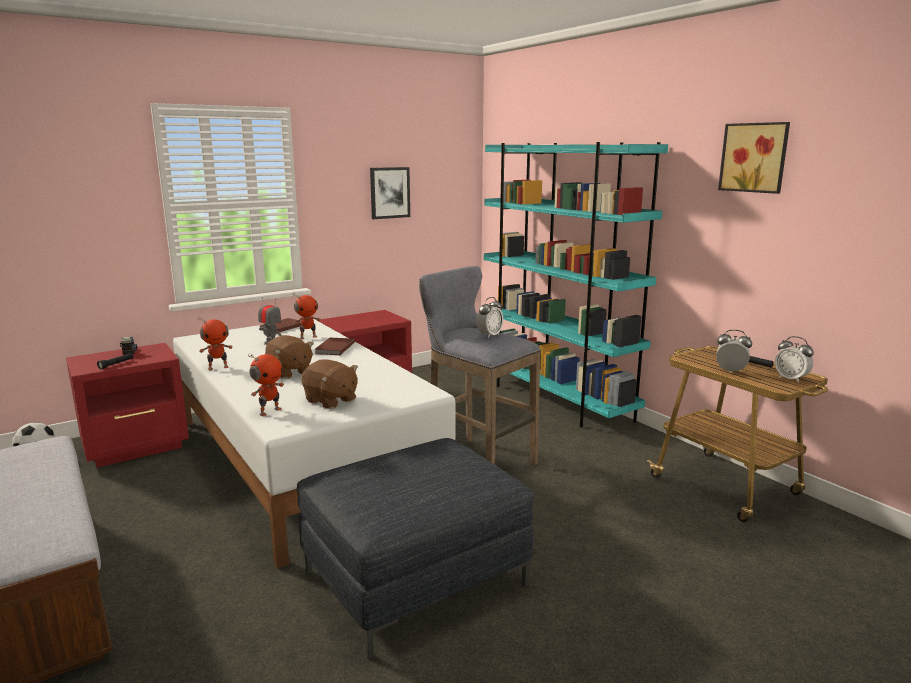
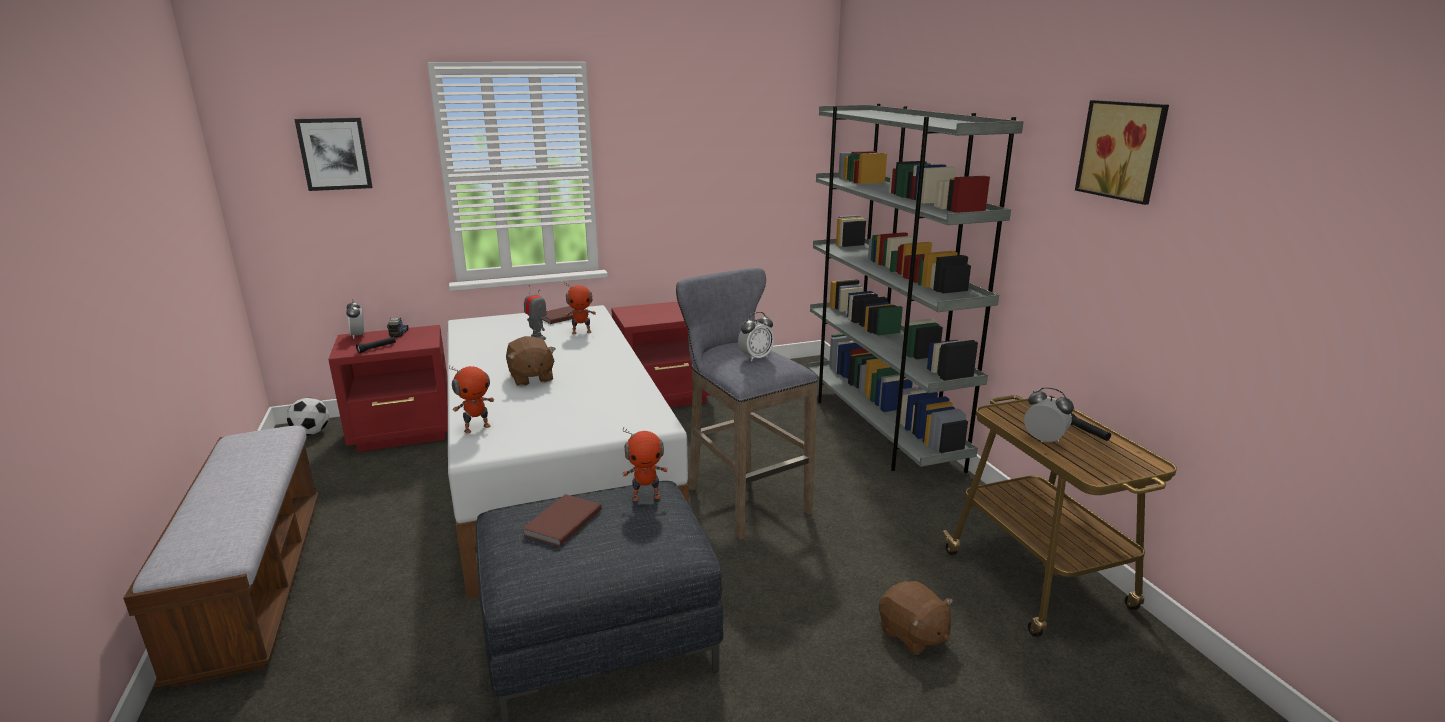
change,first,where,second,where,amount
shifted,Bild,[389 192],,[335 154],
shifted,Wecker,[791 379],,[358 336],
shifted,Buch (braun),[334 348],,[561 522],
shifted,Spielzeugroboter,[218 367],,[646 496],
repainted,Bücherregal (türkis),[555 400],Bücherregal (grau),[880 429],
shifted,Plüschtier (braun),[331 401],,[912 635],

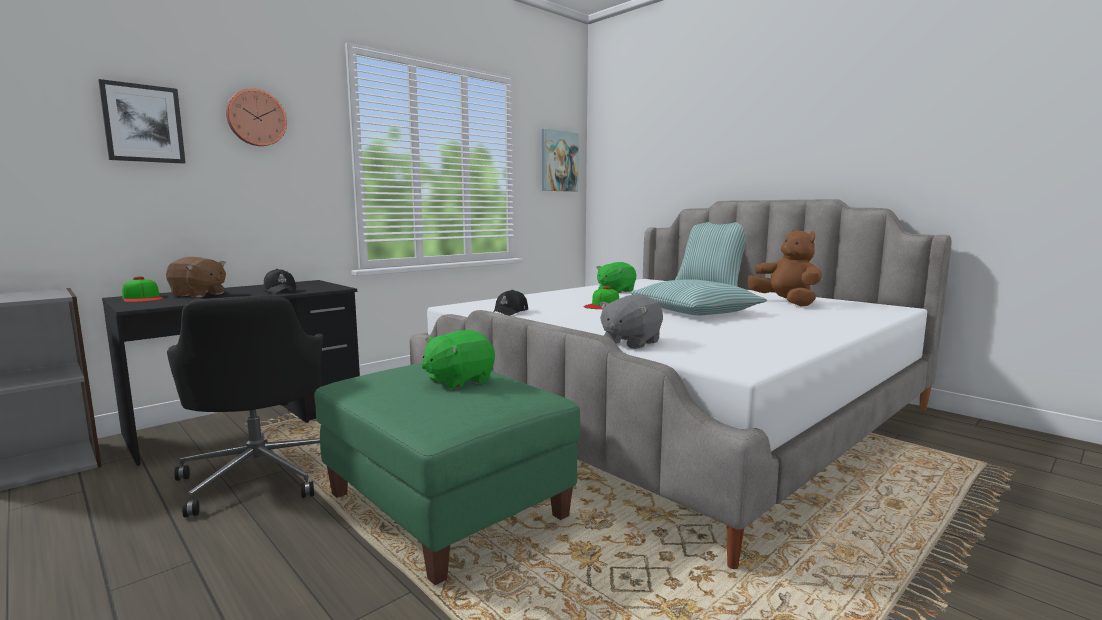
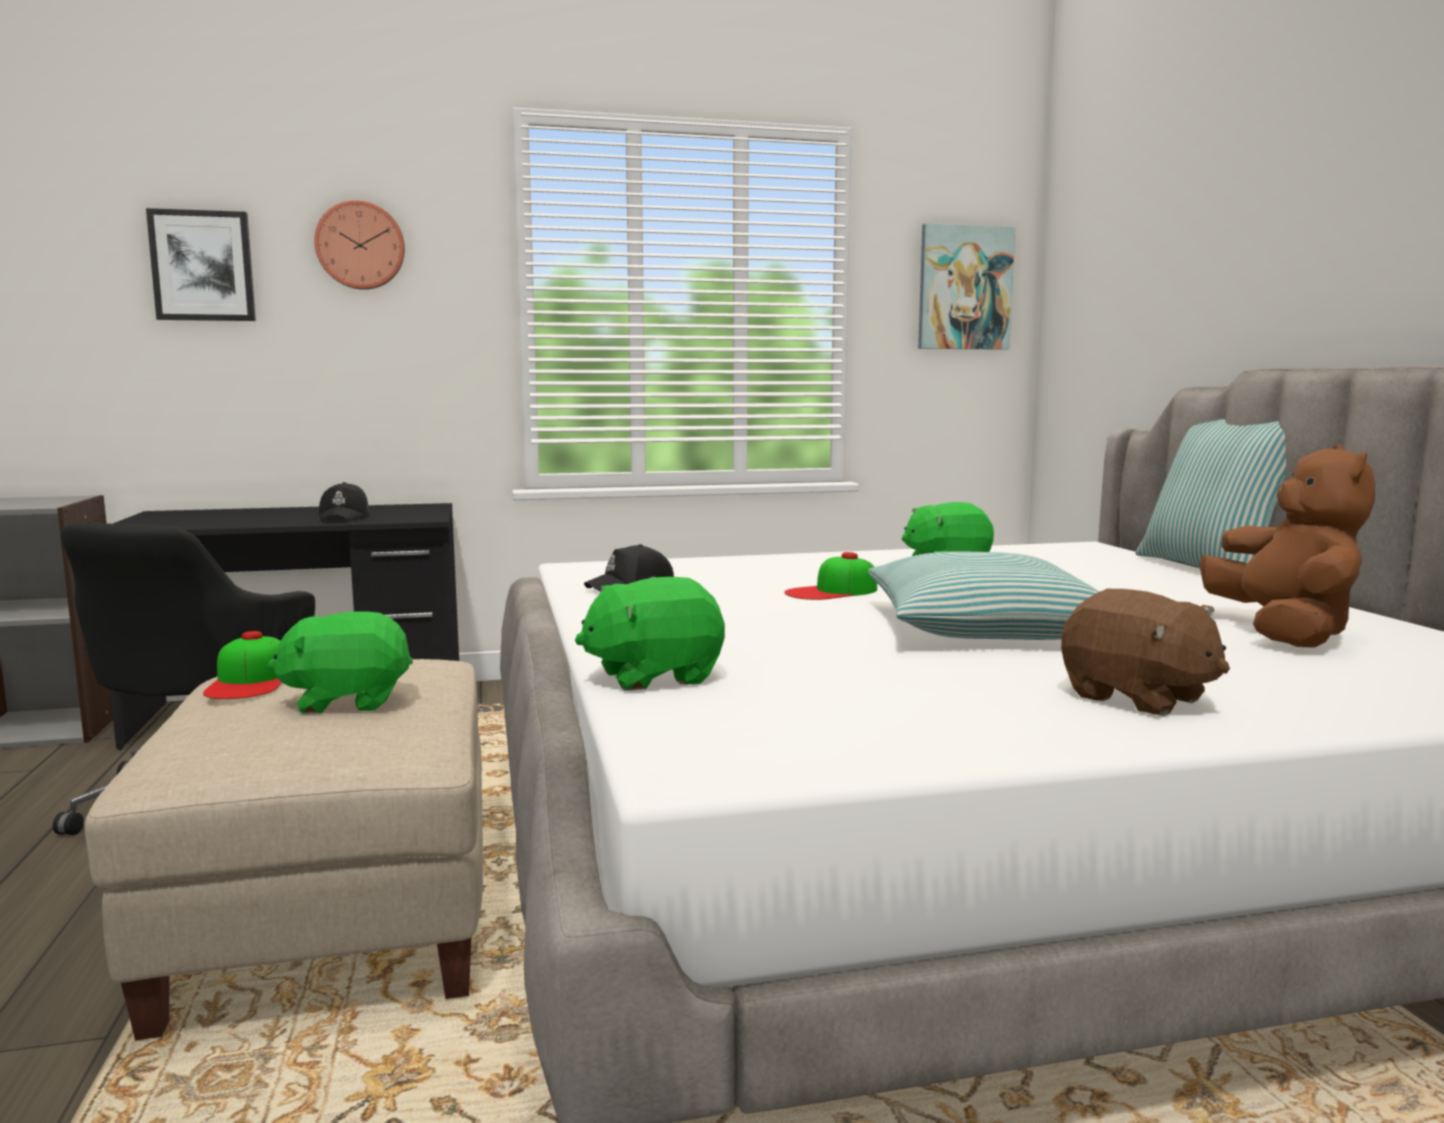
change,first,where,second,where,amount
repainted,Polsterhocker (grün),[445 507],Polsterhocker (beige),[334 917],
shifted,Kappe,[142 298],,[249 681],
repainted,Plüschtier (grau),[630 342],Plüschtier (grün),[653 676],
shifted,Plüschtier (braun),[198 295],,[1137 698],

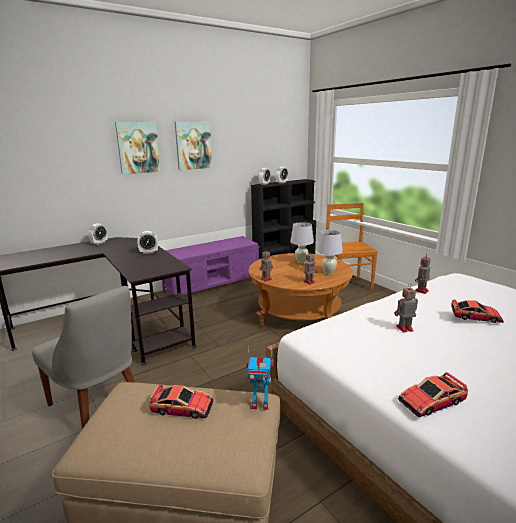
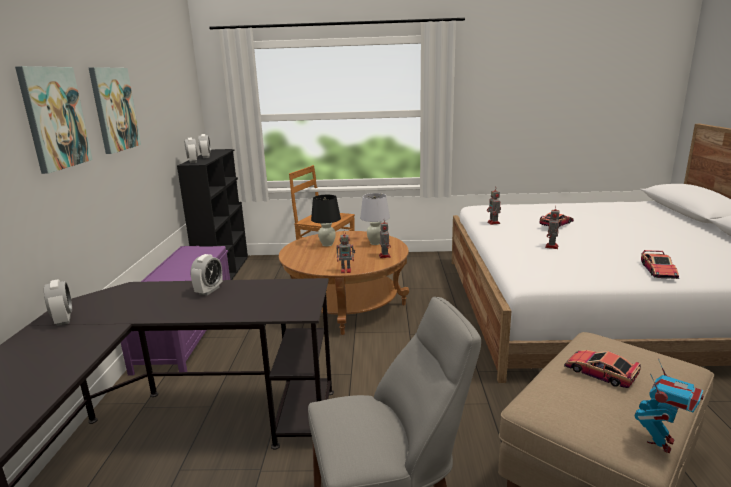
change,first,where,second,where,amount
repainted,Tischlampe (weiß),[301 262],Tischlampe (schwarz),[327 244],
rotated,Spielzeugauto,[182 407],,[600 372],90 degrees counterclockwise
shifted,Spielzeugroboter,[260 404],,[660 442],

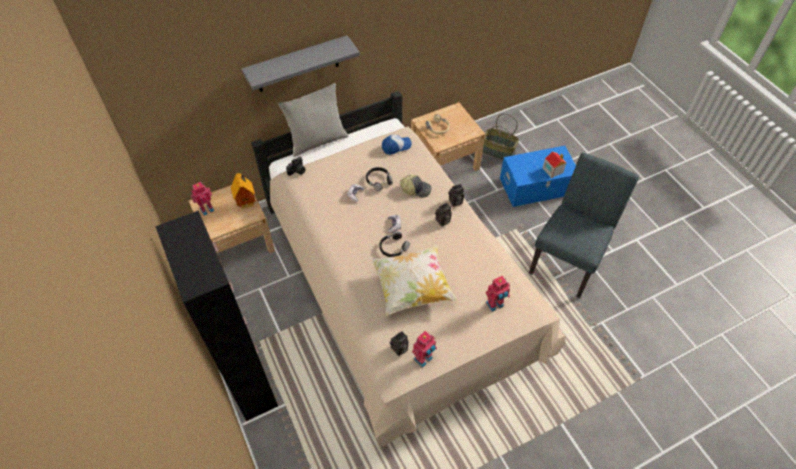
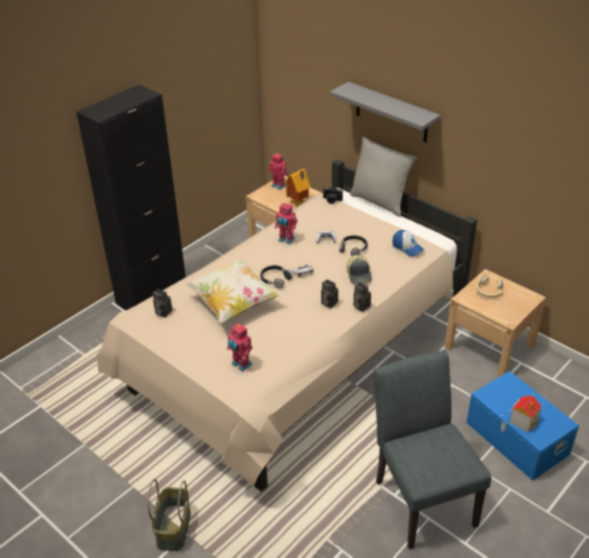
change,first,where,second,where,amount
shifted,Korb,[498 152],,[173 527],
shifted,Spielzeugroboter,[424 359],,[286 240],
rotated,Stuhl (grau),[569 258],,[421 496],120 degrees counterclockwise

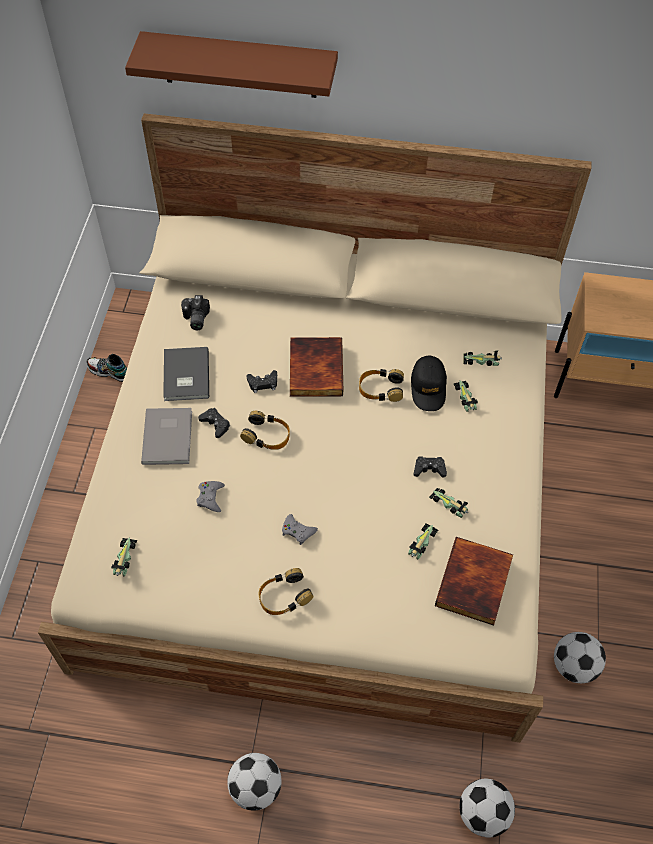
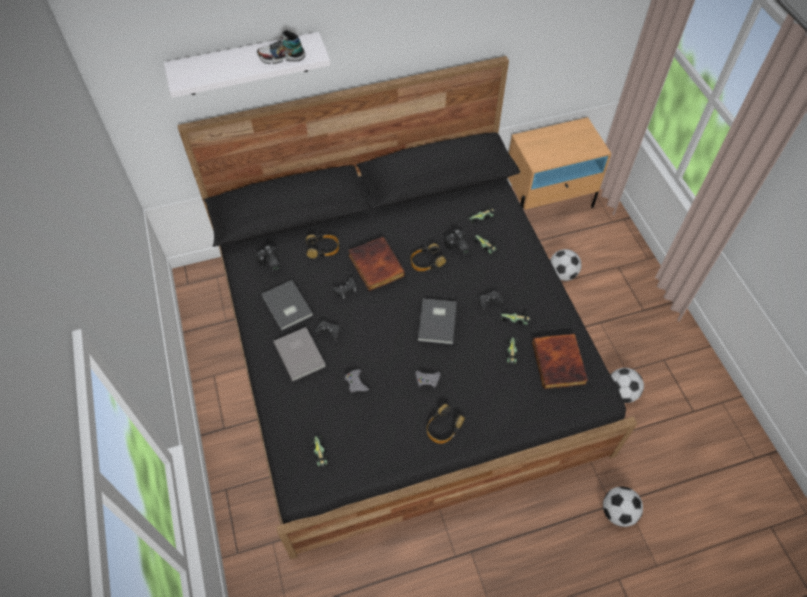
change,first,where,second,where,amount
repainted,Wandregal (braun),[240 65],Wandregal (weiß),[246 64],
repainted,Bett (beige),[326 489],Bett (schwarz),[403 348],
shifted,Schuh,[109 372],,[282 58],
shifted,Kopfhörer,[267 435],,[323 248],
new,,,Buch (grau),[438 321],
swapped,Kappe (schwarz),[428 387],Kamera,[457 248],
shifted,Fußball,[255 787],,[562 274],

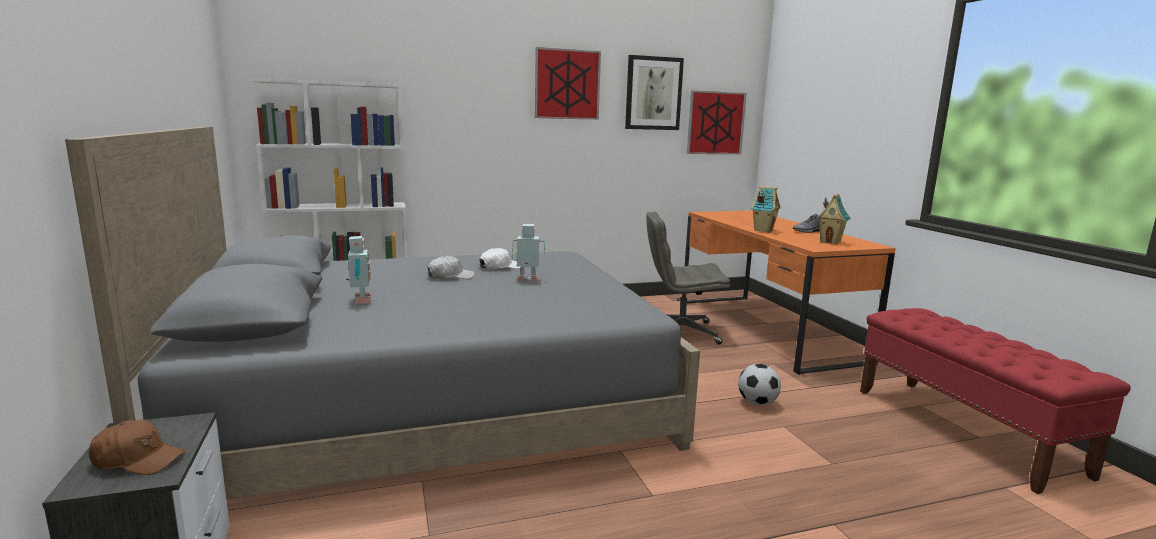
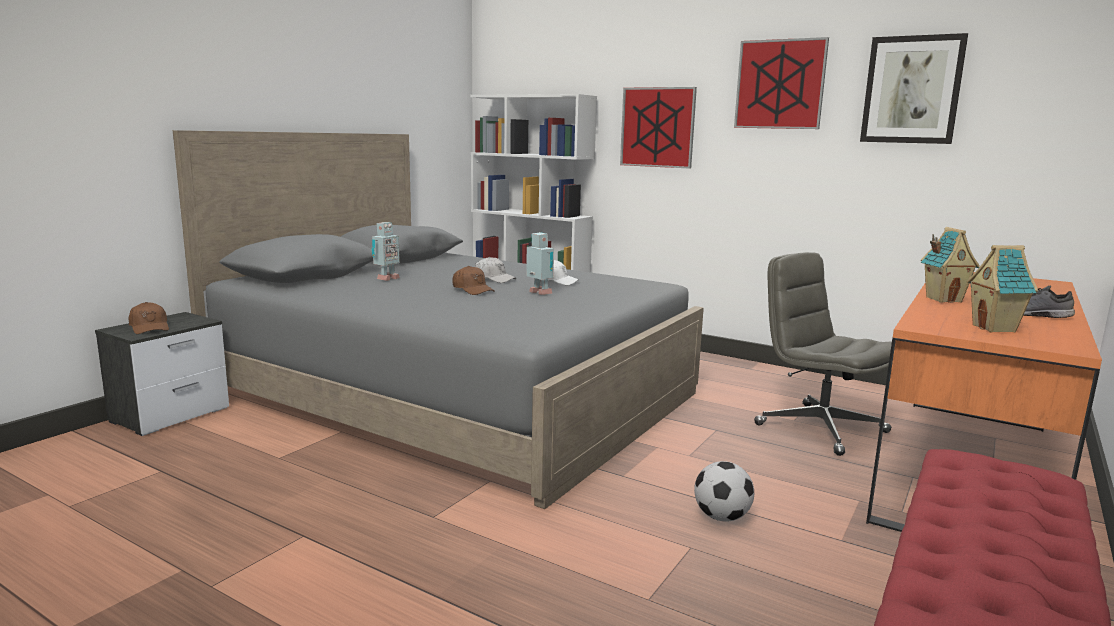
change,first,where,second,where,amount
new,,,Kappe (braun),[472 290],
shifted,Bild,[715 123],,[657 127],

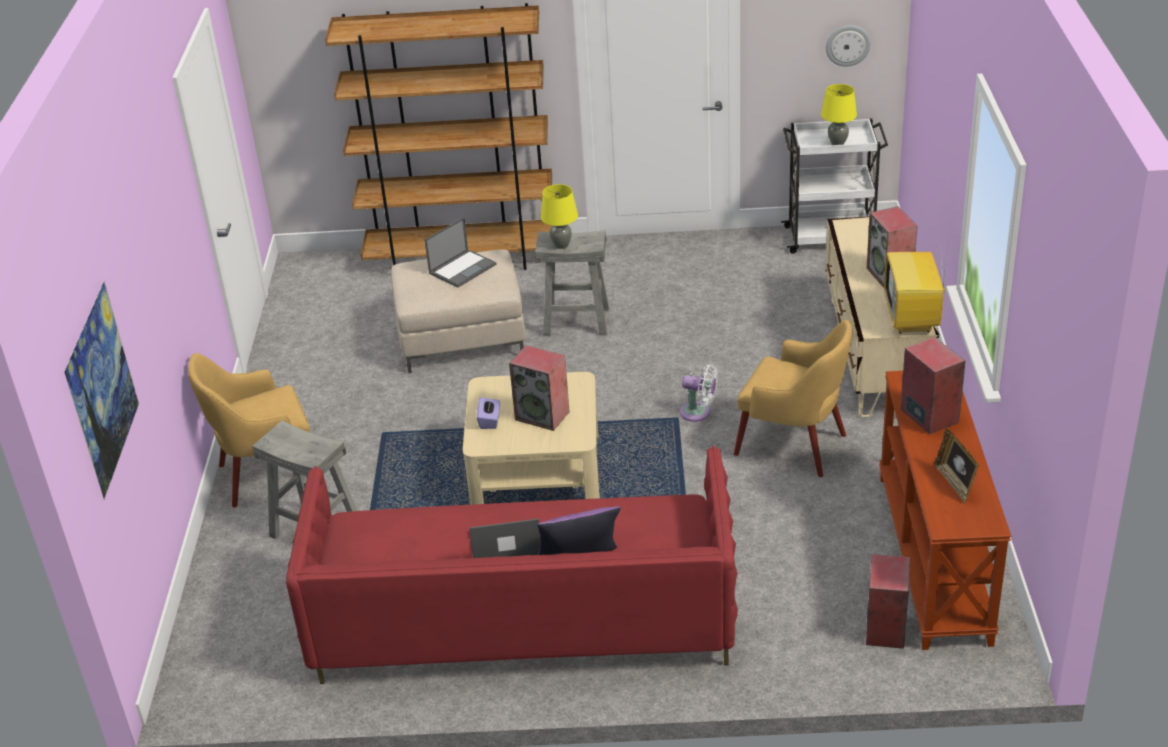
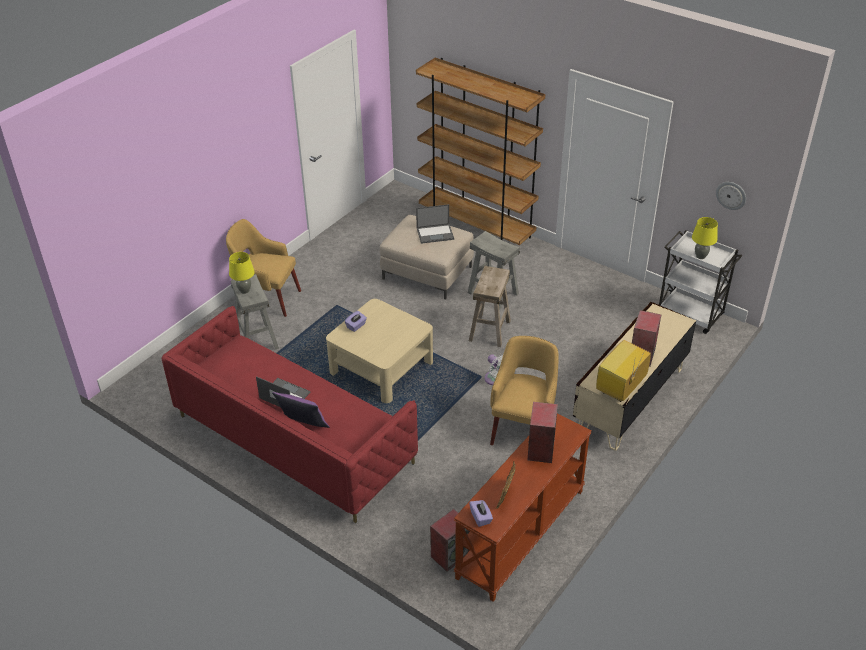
change,first,where,second,where,amount
shifted,Tischlampe (gelb),[561 245],,[244 291],
new,,,Hocker (beige),[490 330],
new,,,Taschentuchbox (lila),[480 518],
rotated,Sessel (gelb),[794 445],,[522 427],135 degrees counterclockwise
gone,Bild,[113 420],,,
gone,Lautsprecher,[543 415],,,

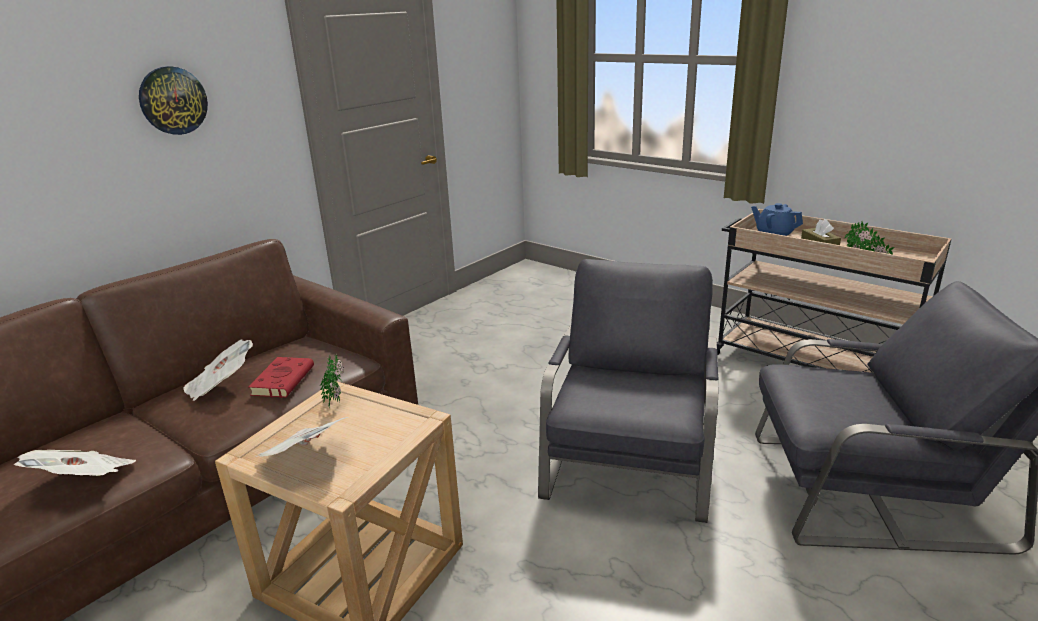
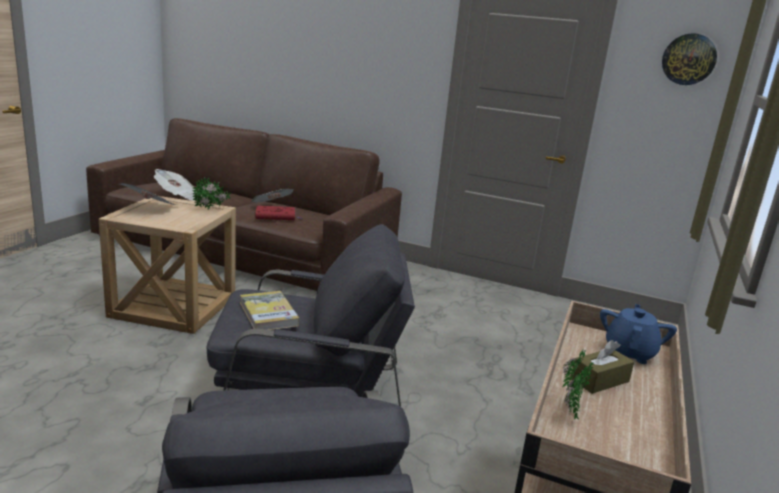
change,first,where,second,where,amount
new,,,Buch,[268 314],
shifted,Wanduhr,[173 100],,[688 59],

